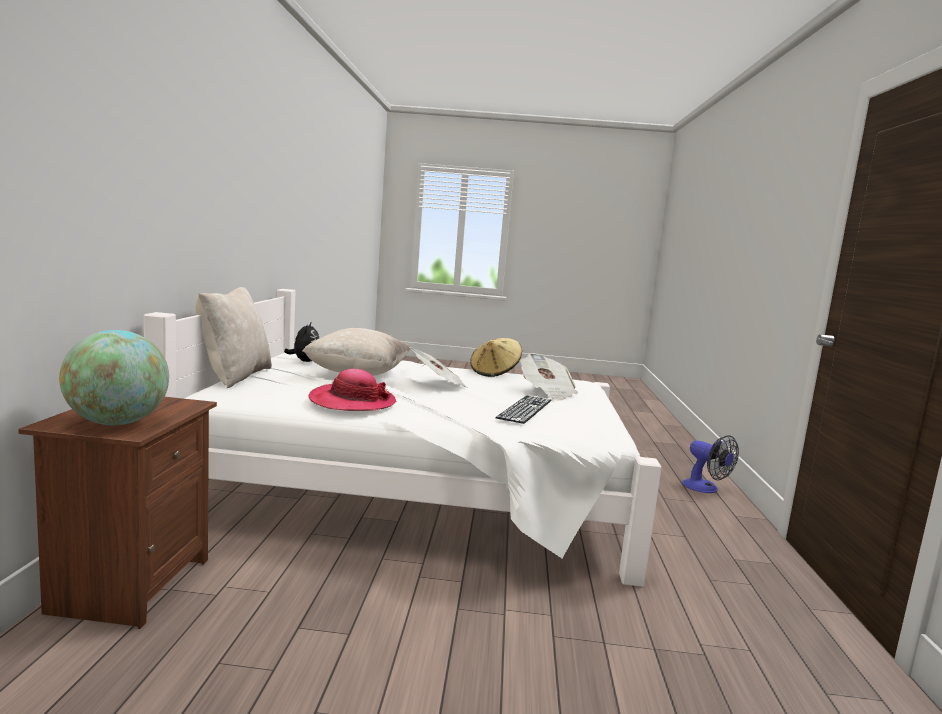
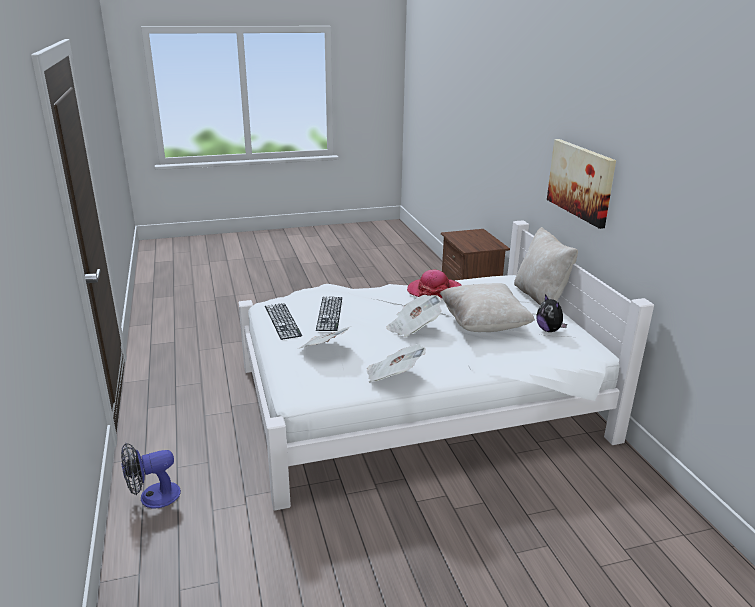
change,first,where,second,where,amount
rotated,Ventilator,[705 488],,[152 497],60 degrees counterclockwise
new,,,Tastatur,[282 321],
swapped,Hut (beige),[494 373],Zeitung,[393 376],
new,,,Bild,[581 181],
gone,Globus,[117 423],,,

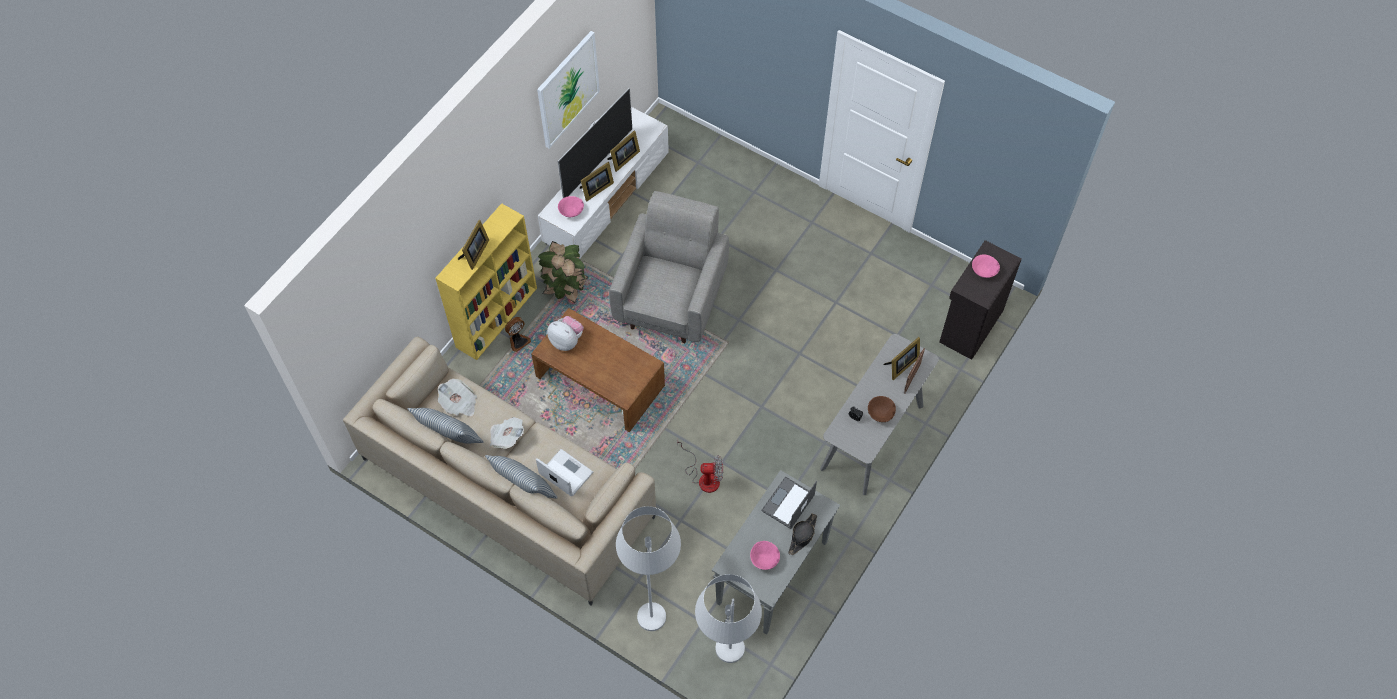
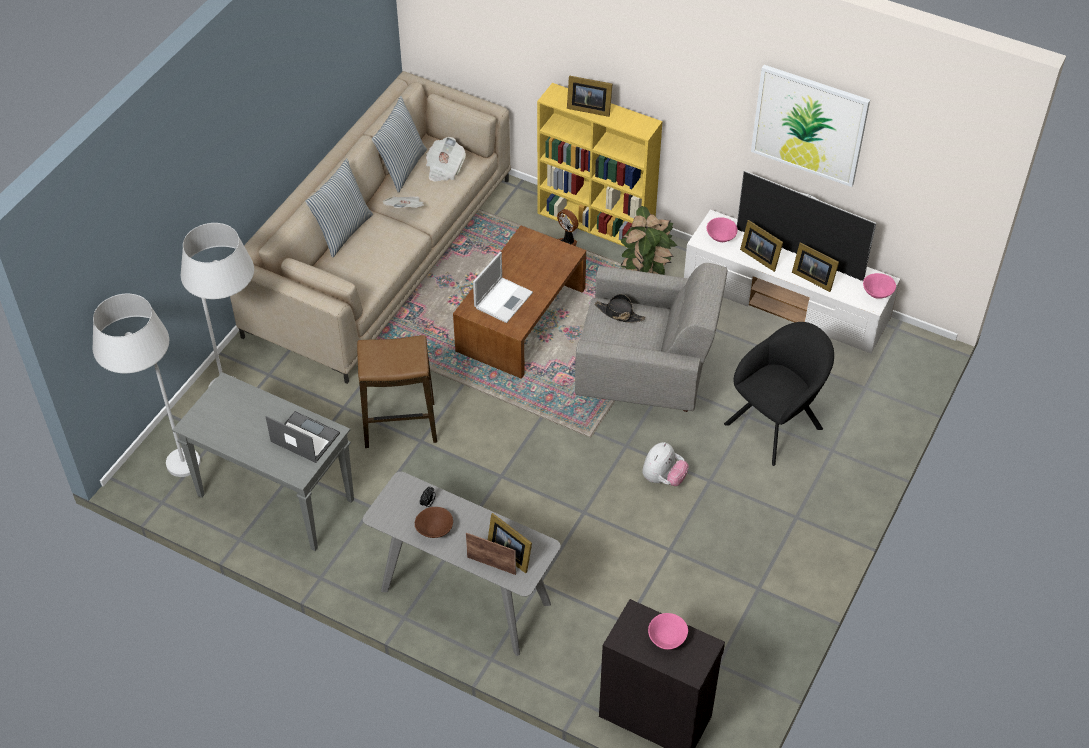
change,first,where,second,where,amount
swapped,Ventilator,[704 477],Hocker,[400 425],
shifted,Laptop,[565 473],,[504 299],
shifted,Hut (schwarz),[802 536],,[619 313],
shifted,Plüschtier,[566 341],,[663 478],
new,,,Sessel (schwarz),[777 423],
shifted,Schüssel (rosa),[764 559],,[877 293],

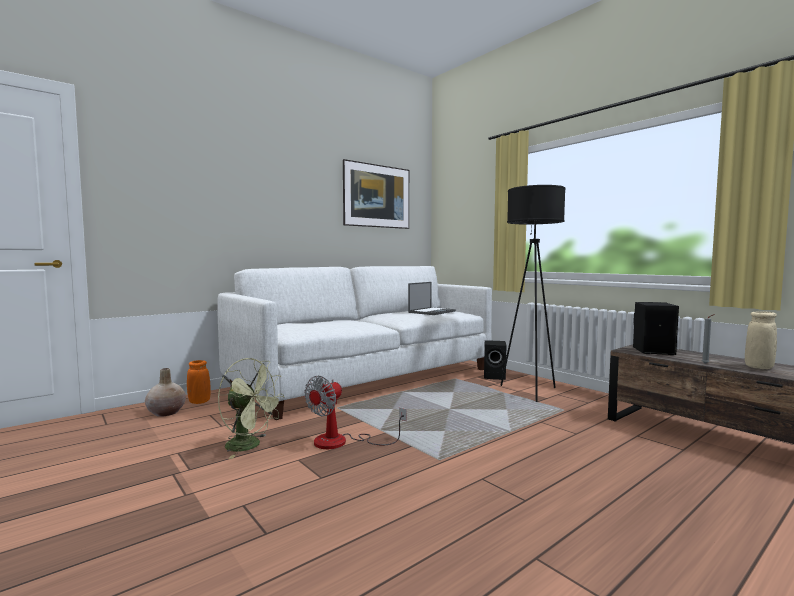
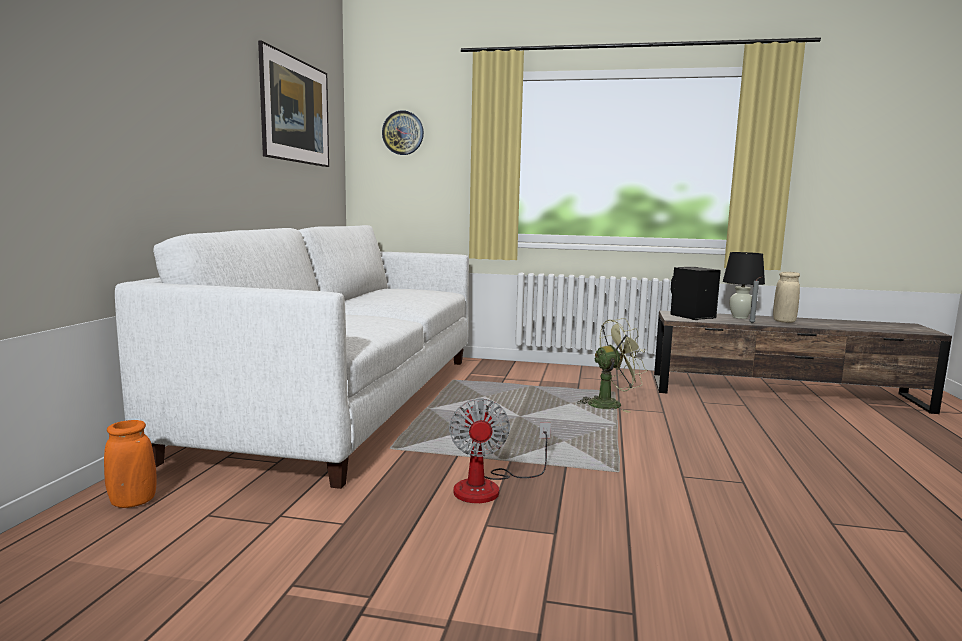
change,first,where,second,where,amount
new,,,Wanduhr,[403 133],
shifted,Ventilator (grün),[250 446],,[611 404],
new,,,Tischlampe (schwarz),[740 317],
gone,Vase (beige),[166 412],,,
gone,Laptop,[432 312],,,
gone,Lautsprecher (schwarz),[495 376],,,
gone,Stehlampe (schwarz),[530 392],,,

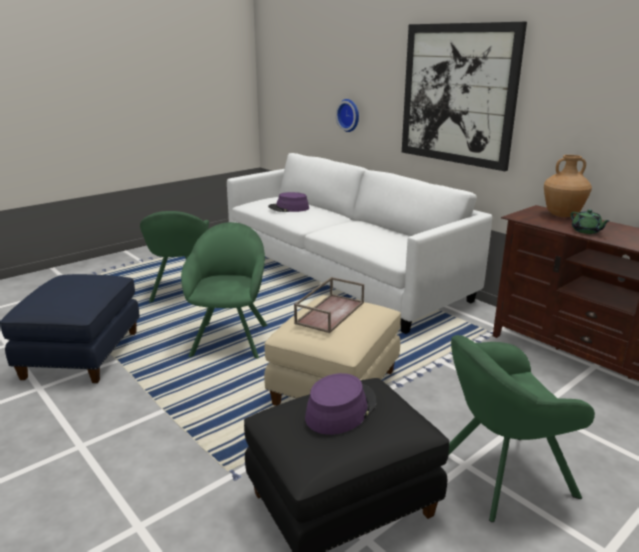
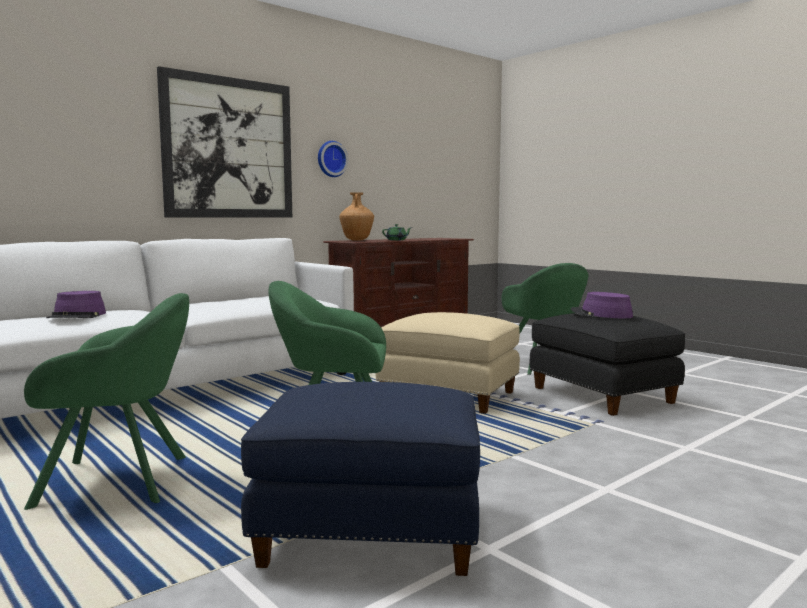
change,first,where,second,where,amount
shifted,Wanduhr,[349 115],,[331 159],
gone,Tablett (braun),[330 312],,,

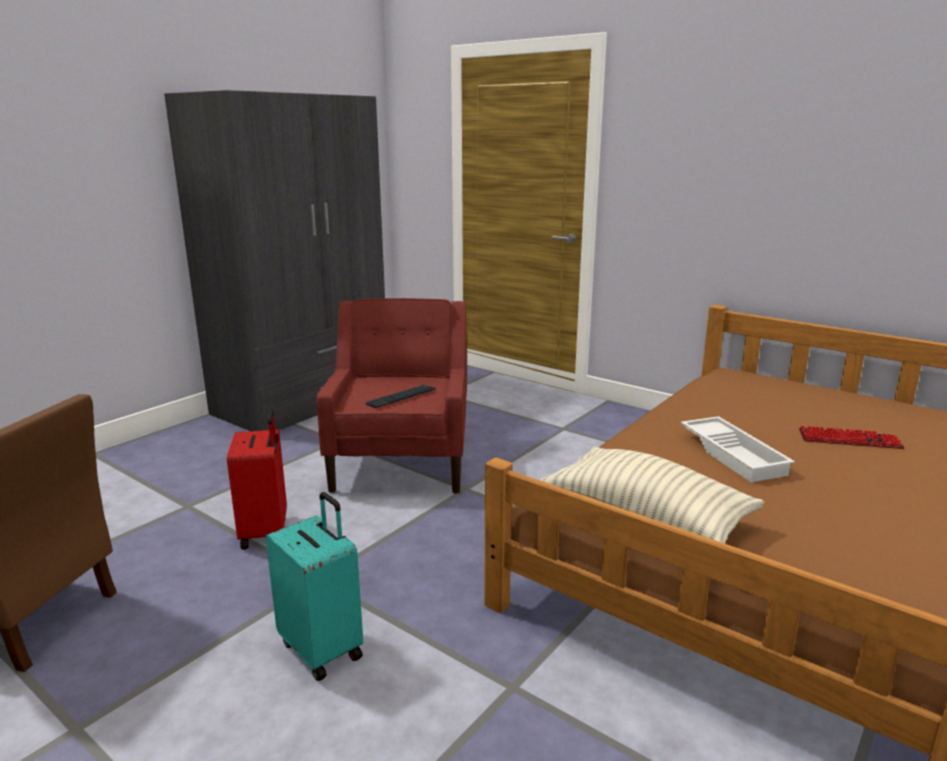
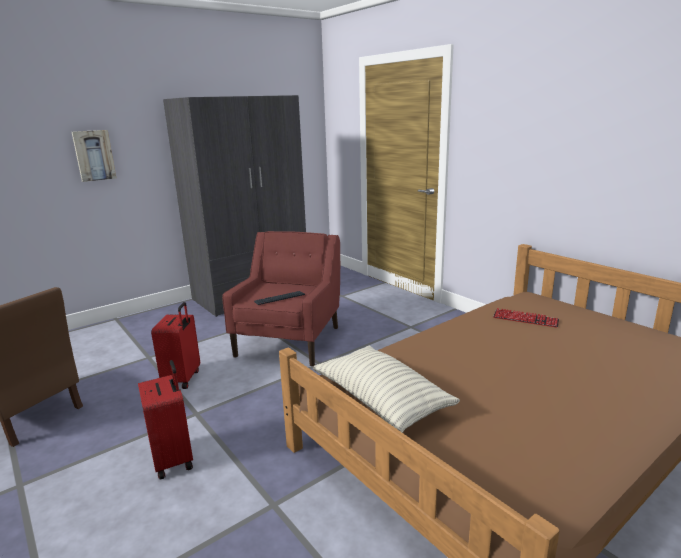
change,first,where,second,where,amount
new,,,Bild,[94 155],
repainted,Koffer (türkis),[323 649],Koffer (rot),[174 459],
shifted,Tastatur,[849 440],,[525 319],
gone,Tablett (weiß),[734 454],,,

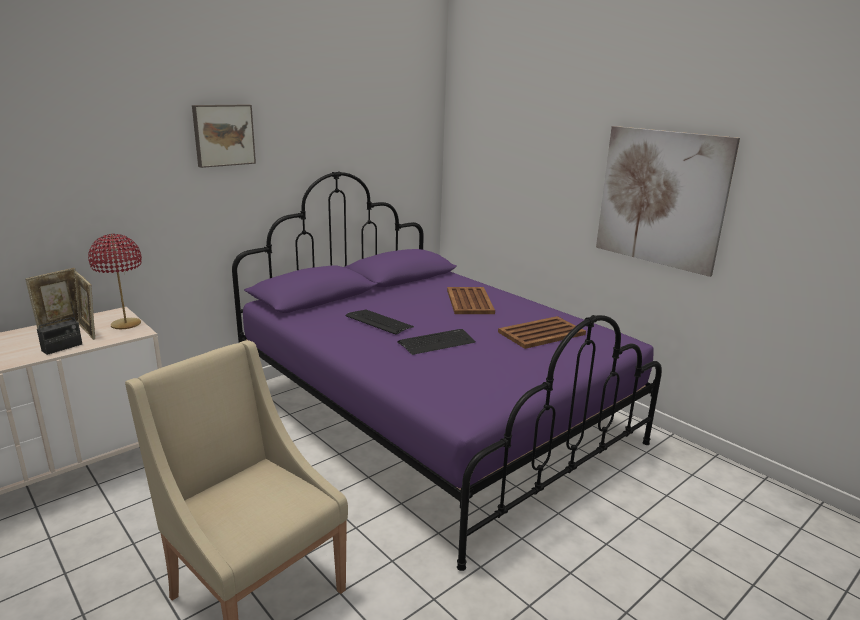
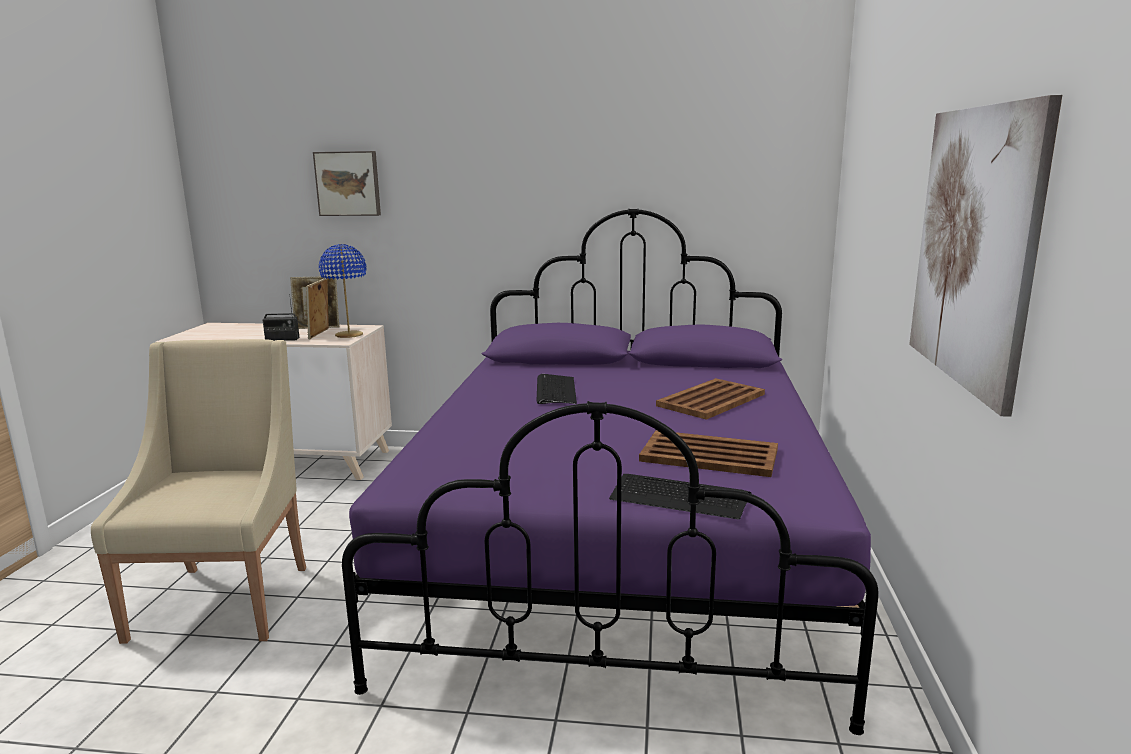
change,first,where,second,where,amount
shifted,Bild,[223 135],,[348 183],
repainted,Tischlampe (rot),[126 324],Tischlampe (blau),[349 335],
shifted,Tastatur,[437 342],,[679 497],

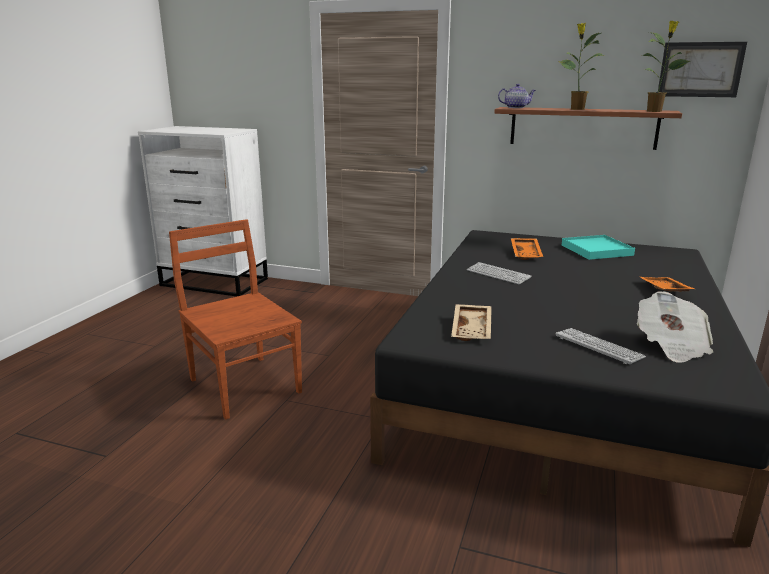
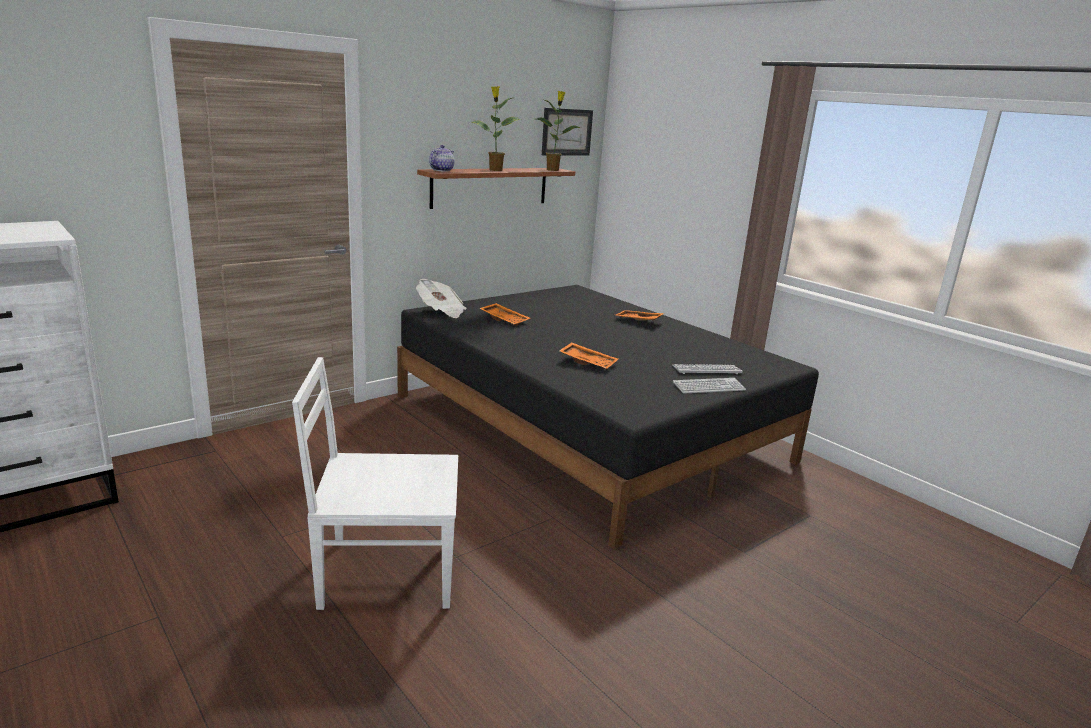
change,first,where,second,where,amount
repainted,Stuhl (braun),[244 384],Stuhl (weiß),[385 573],
shifted,Zeitung,[671 345],,[441 311],
new,,,Tablett (orange),[588 362],
shifted,Tastatur,[498 274],,[709 387],
gone,Tablett (beige),[473 329],,,
gone,Tablett (türkis),[596 250],,,

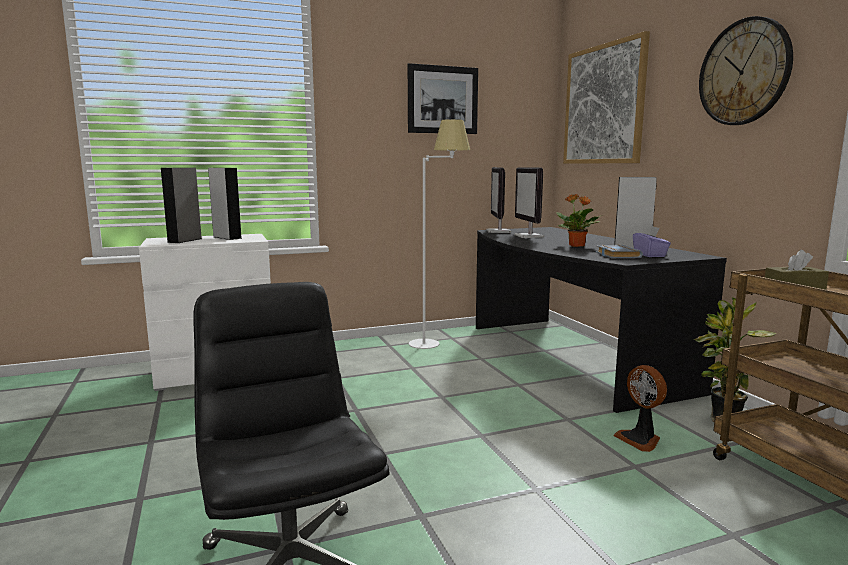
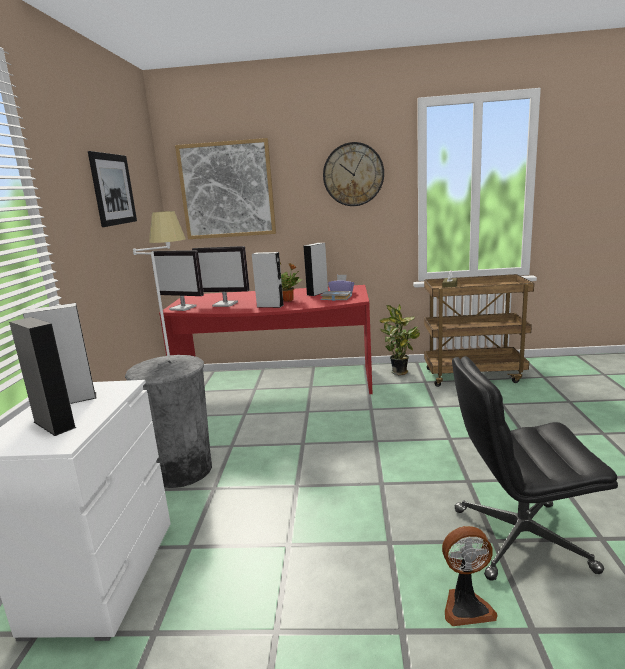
change,first,where,second,where,amount
new,,,Mülleimer (grau),[181 470],
repainted,Schreibtisch (schwarz),[566 357],Schreibtisch (rot),[275 385],
new,,,Lautsprecher (grau),[270 306],
shifted,Ventilator,[640 439],,[466 606],

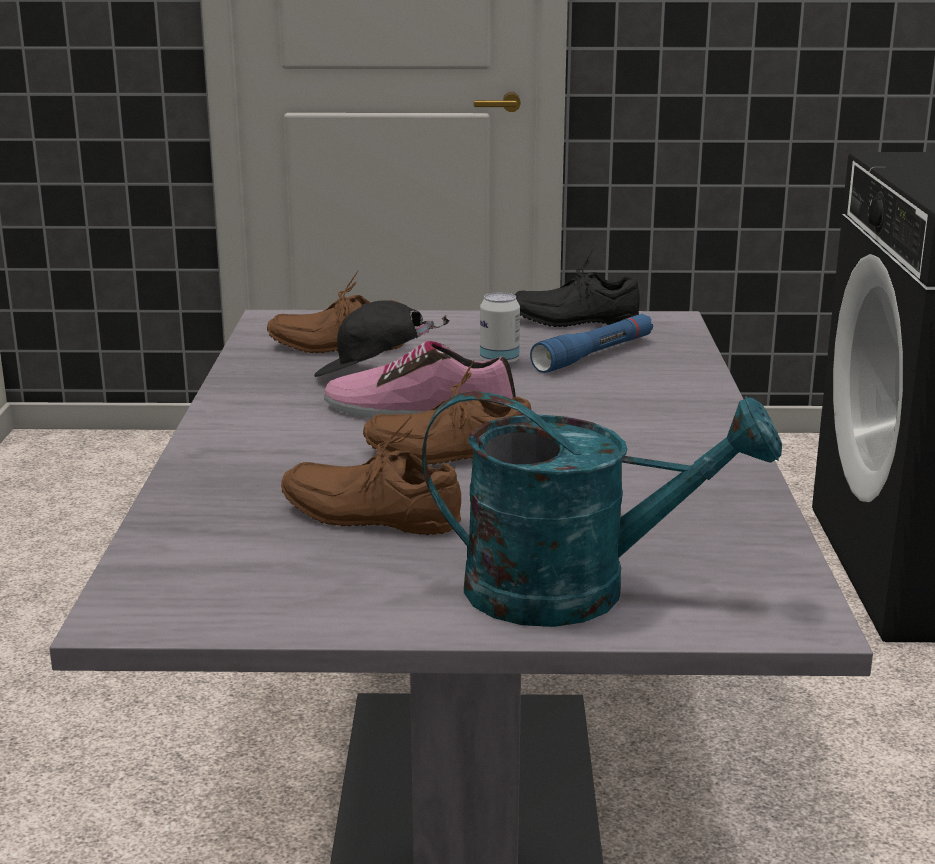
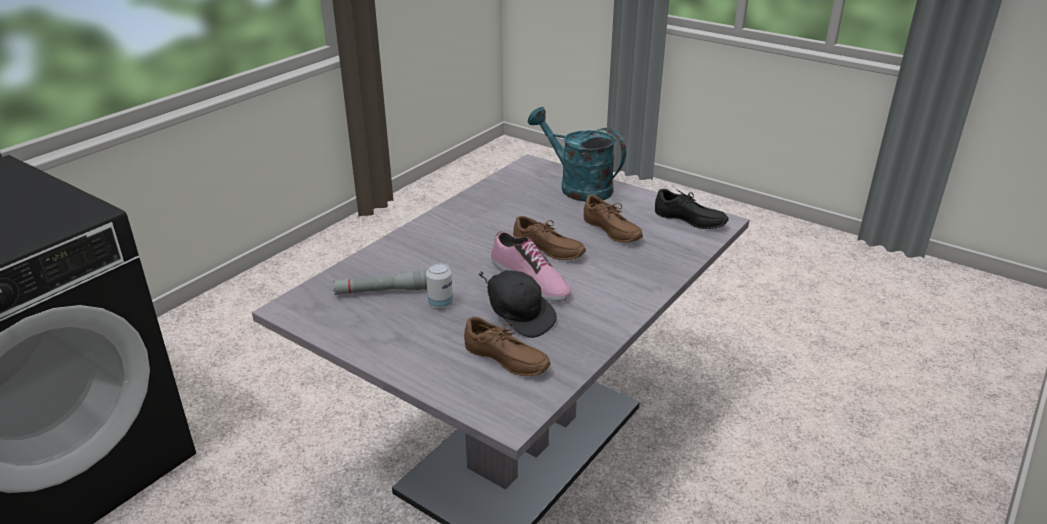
change,first,where,second,where,amount
repainted,Taschenlampe (blau),[594 355],Taschenlampe (grau),[385 291],
shifted,Schuh (schwarz),[573 319],,[689 221],

